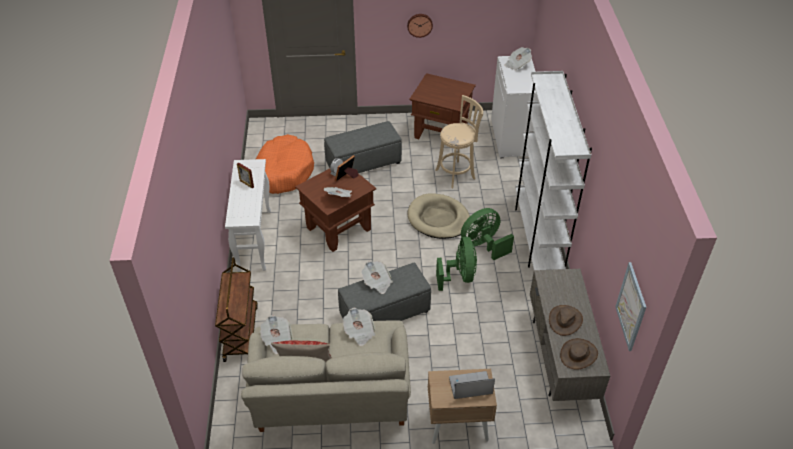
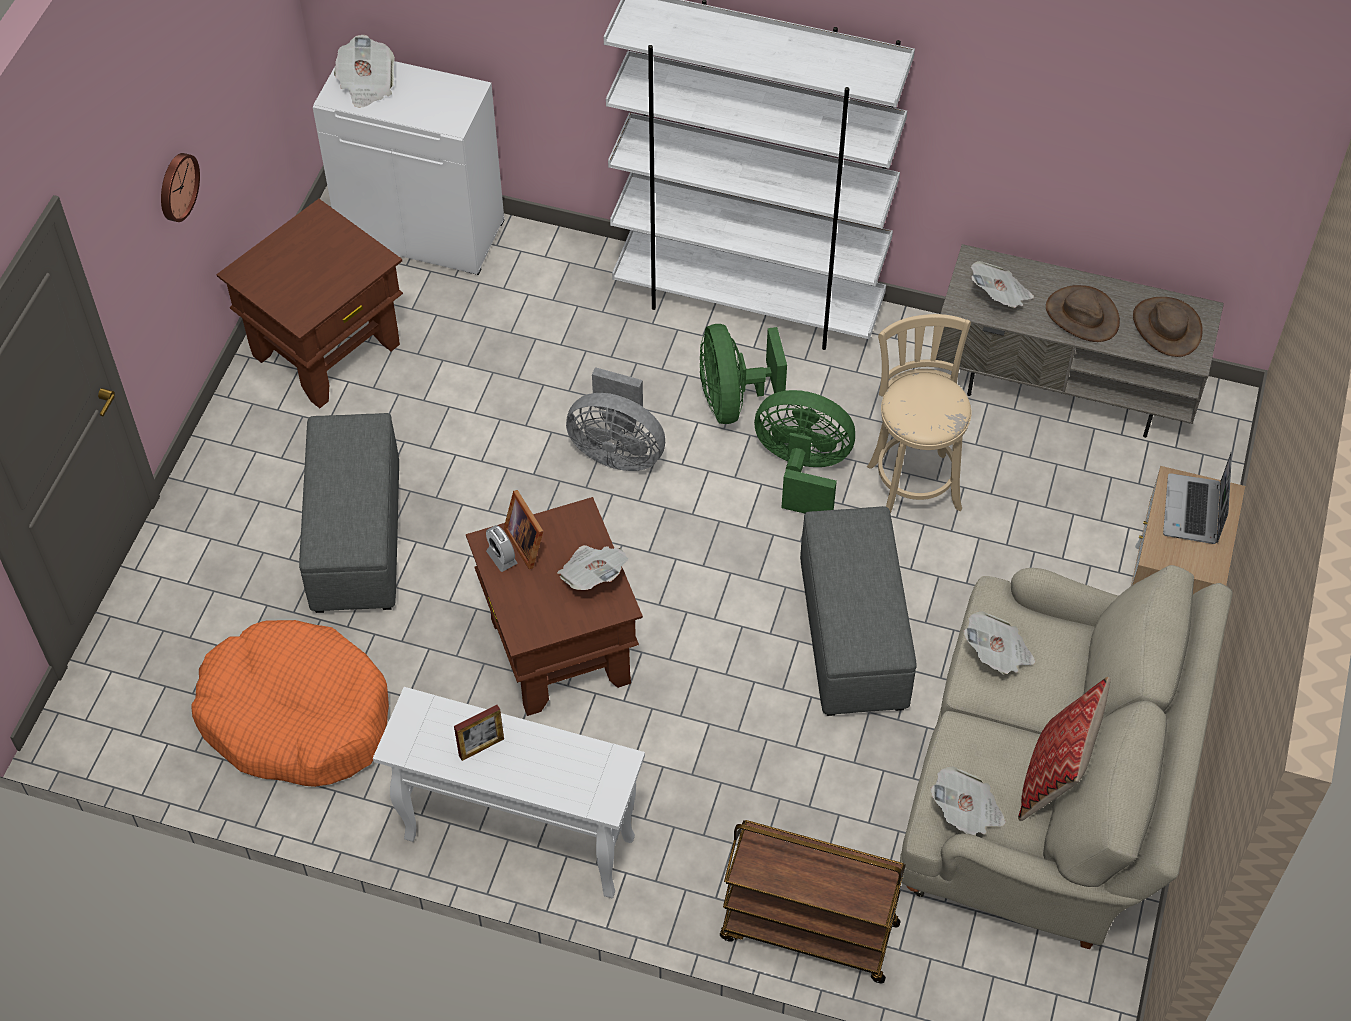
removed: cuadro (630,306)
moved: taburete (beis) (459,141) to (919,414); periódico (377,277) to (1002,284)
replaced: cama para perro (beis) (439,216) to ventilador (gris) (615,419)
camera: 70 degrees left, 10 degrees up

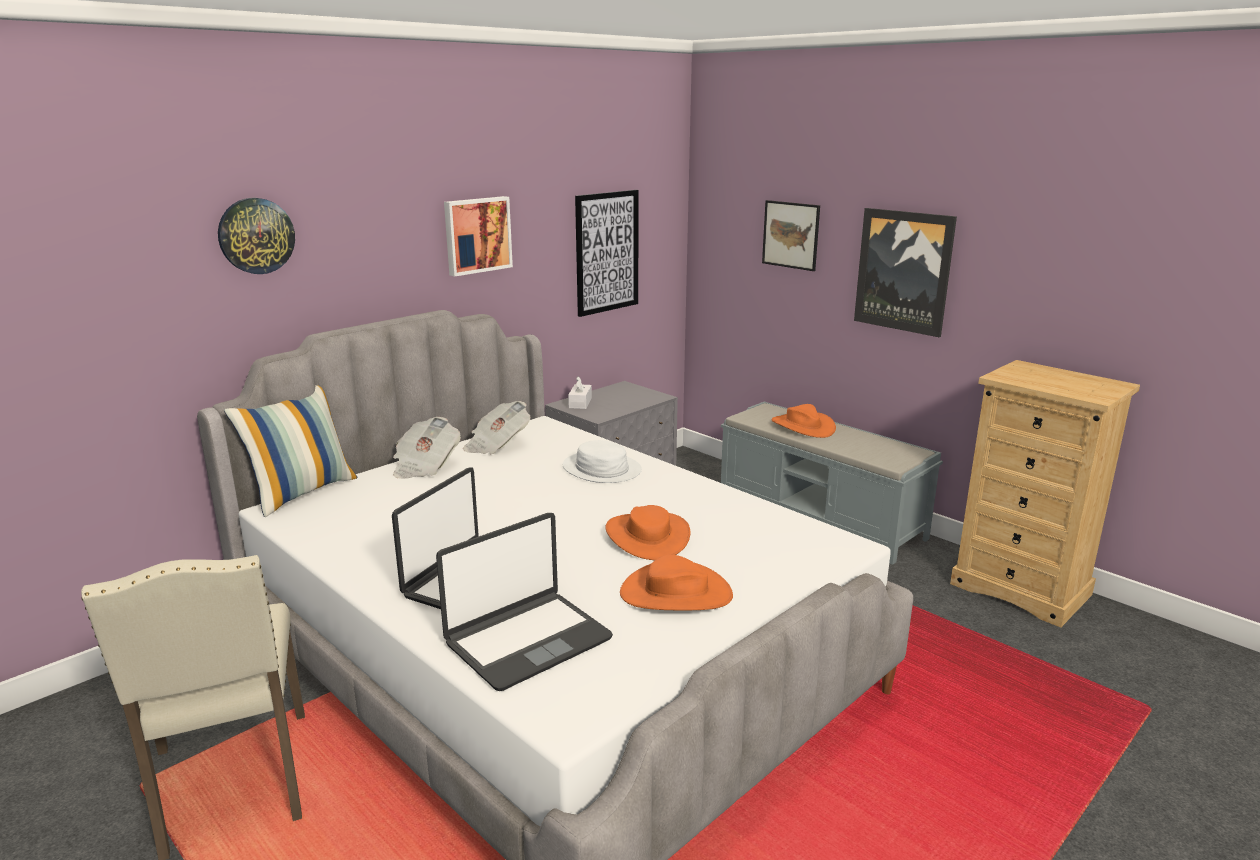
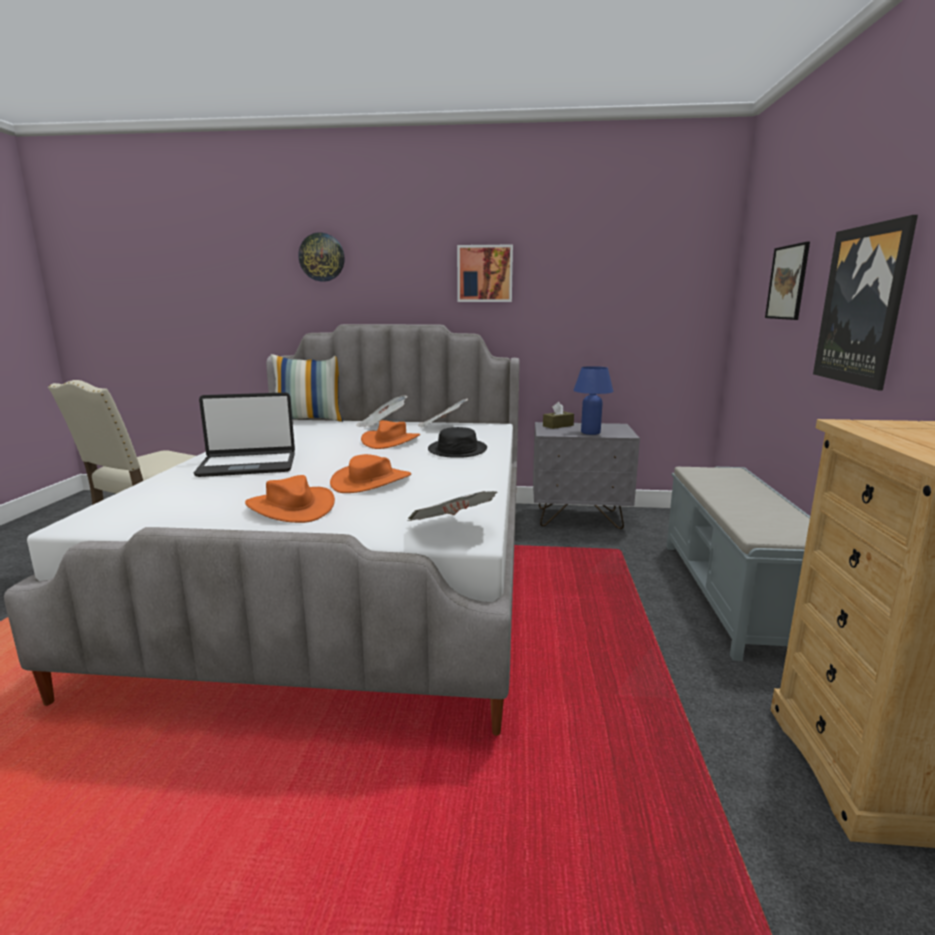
removed: portátil (524,602); cuadro (607,253)
added: periódico (452,506); lámpara de mesa (azul) (593,400)
moved: sombrero (naranja) (803,421) to (390,434)
recoloured: sombrero (blanco) (602,461) to sombrero (negro) (457,442); caja de pañuelos (blanco) (580,392) to caja de pañuelos (marrón) (558,415)
camera: 50 degrees right, 5 degrees down

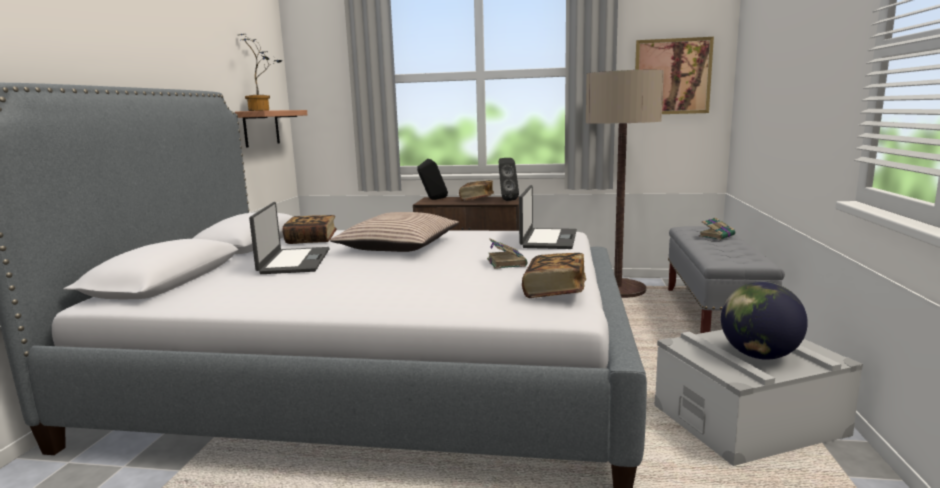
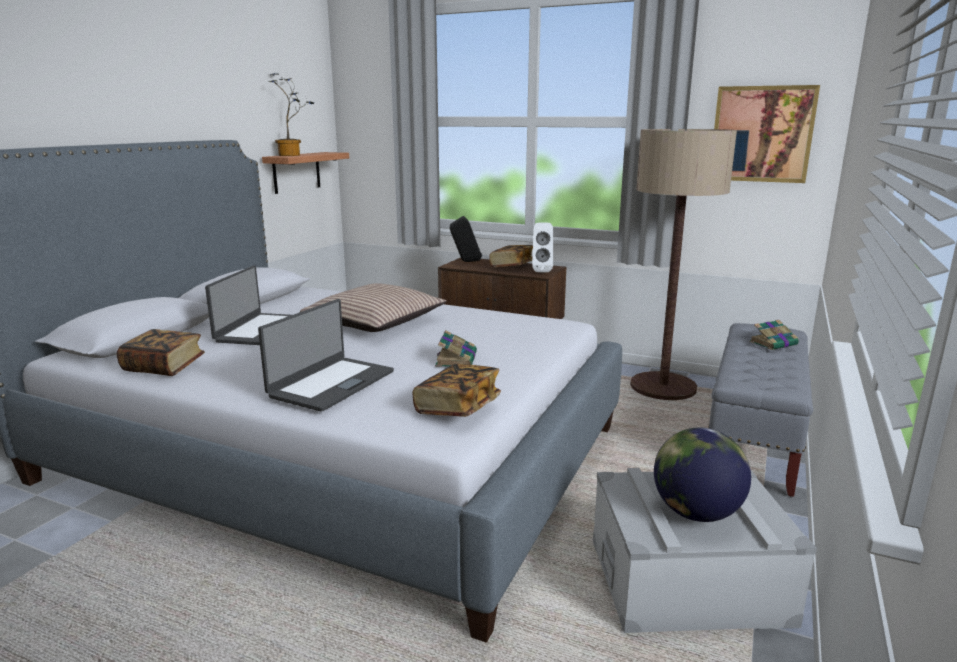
moved: libro (309,229) to (161,352); portátil (548,217) to (326,355)
recoloured: altavoz (negro) (509,179) to altavoz (blanco) (542,247)
camera: 15 degrees right, 5 degrees up

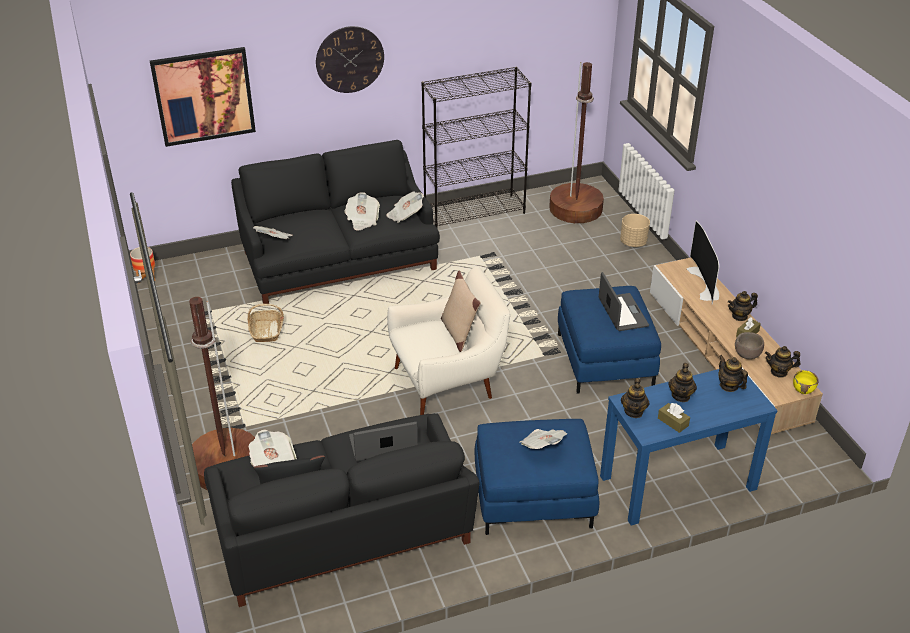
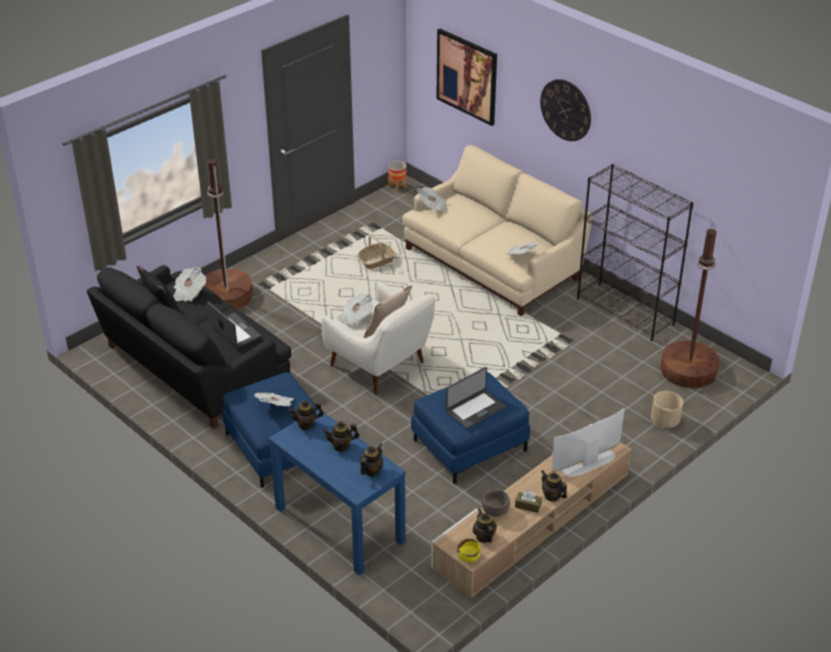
removed: caja de pañuelos (marrón) (674,418)
moved: periódico (362,211) to (355,310)
recoloured: sofá (negro) (335,222) to sofá (beis) (497,230)
camera: 65 degrees right, 0 degrees up

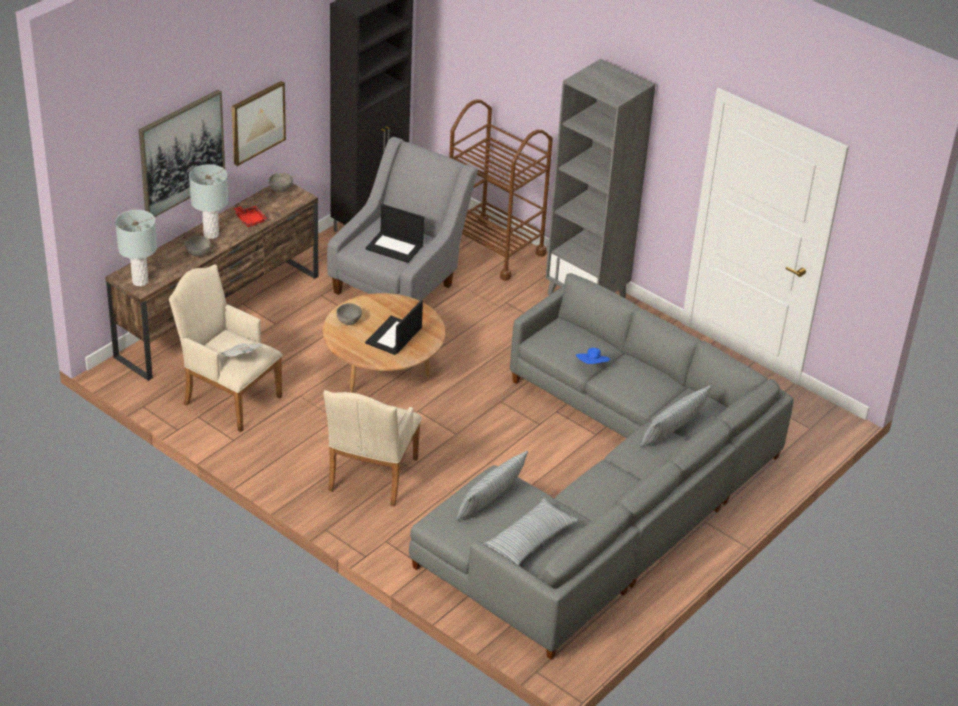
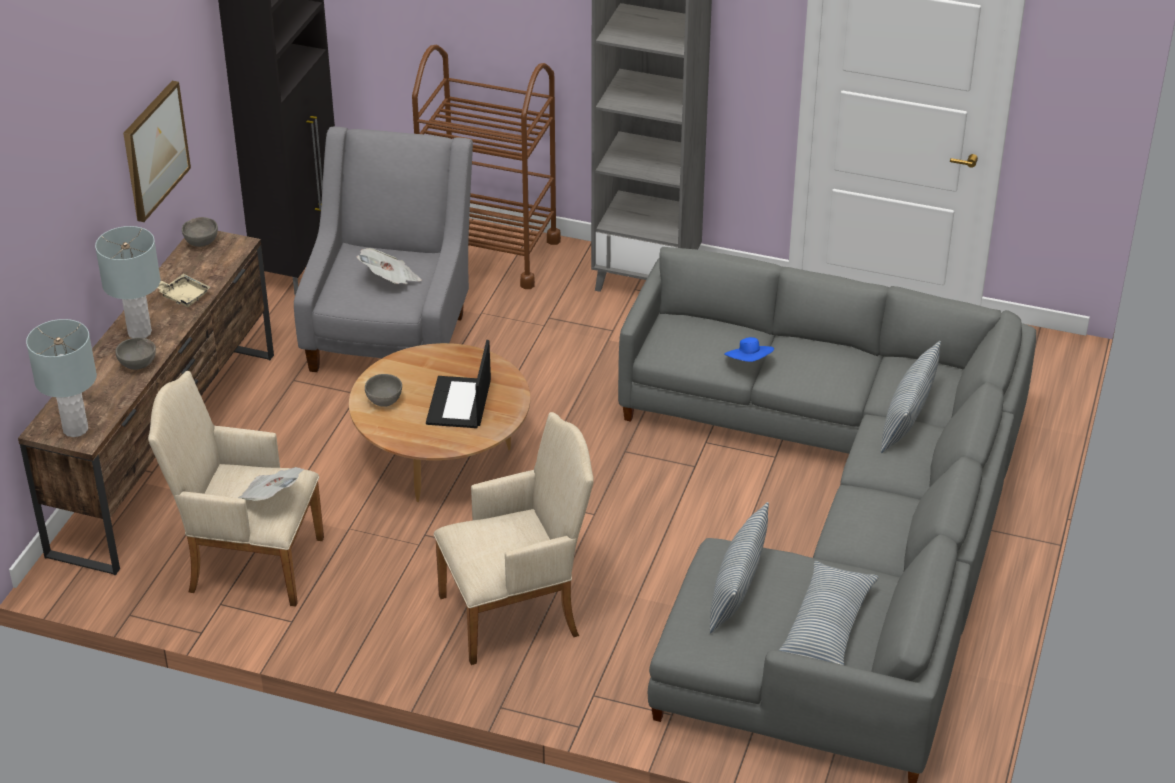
removed: cuadro (182,153)
replaced: portátil (394,233) to periódico (389,266)
recoloured: bandeja (rojo) (250,216) to bandeja (beis) (184,290)
turned: sillón (beis) (372,448) = (514,538) 105 degrees counterclockwise
camera: 20 degrees left, 0 degrees up

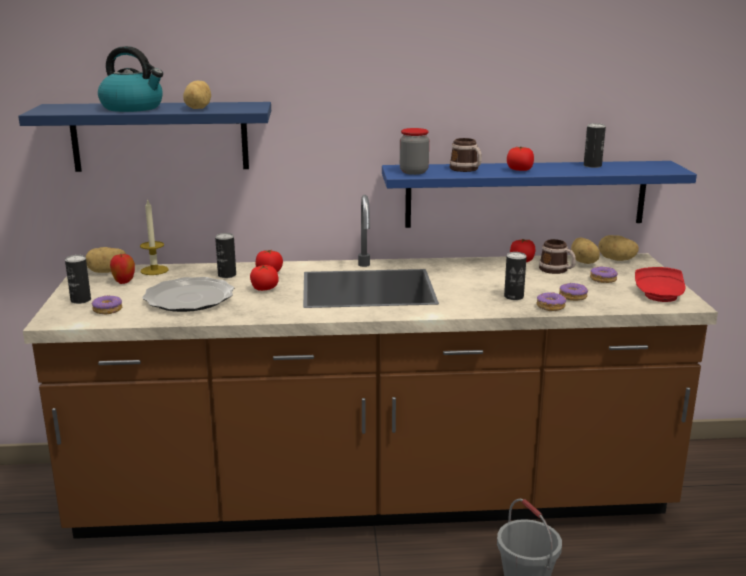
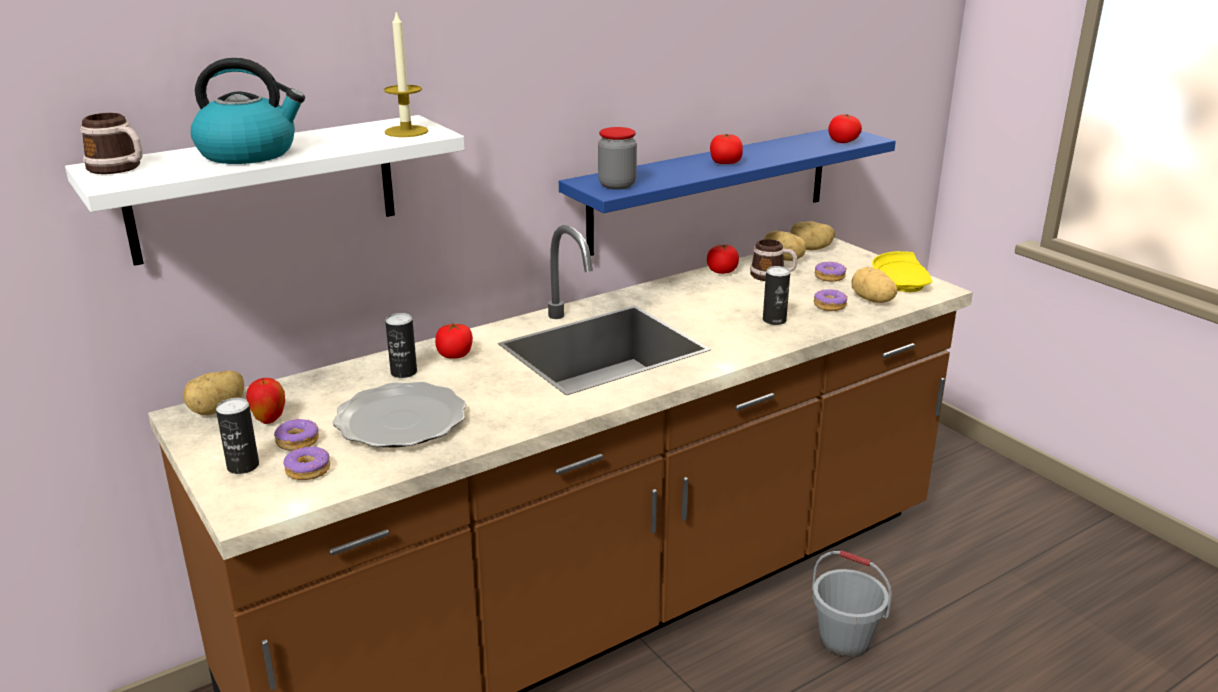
removed: lata (595,145)
moved: taza grande (465,155) to (111,143); rosquilla (551,301) to (296,435); vela (154,237) to (406,74); tomate (264,278) to (845,128); patata (197,95) to (874,285)
recoloured: estante (azul) (144,137) to estante (blanco) (265,190); plato (rojo) (660,284) to plato (amarillo) (902,271)
camera: 30 degrees left, 5 degrees up

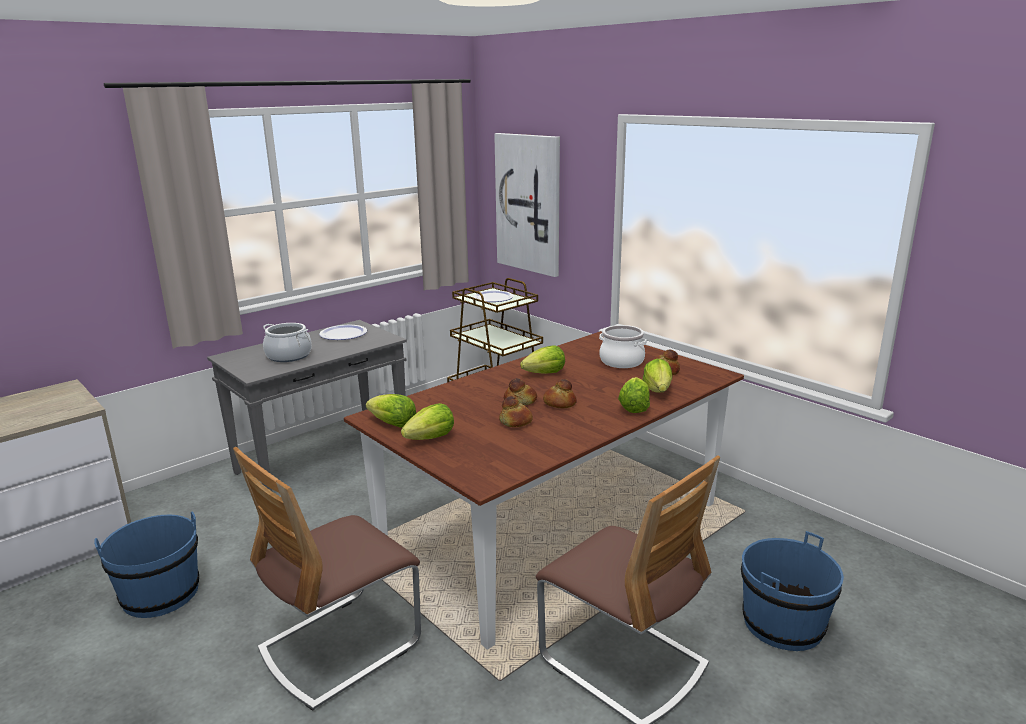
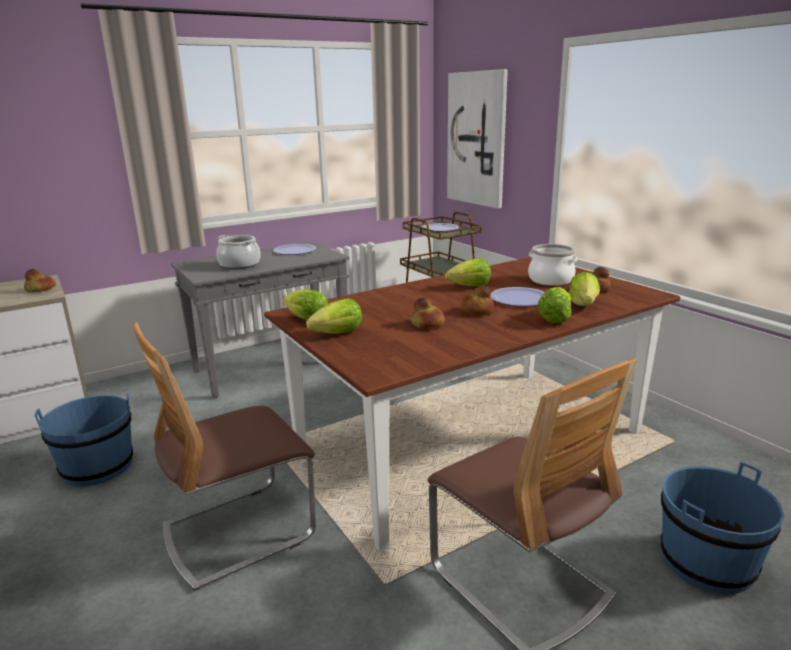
added: plato (517,296)
moved: pan (520,391) to (40,280)
camera: 10 degrees right, 0 degrees up

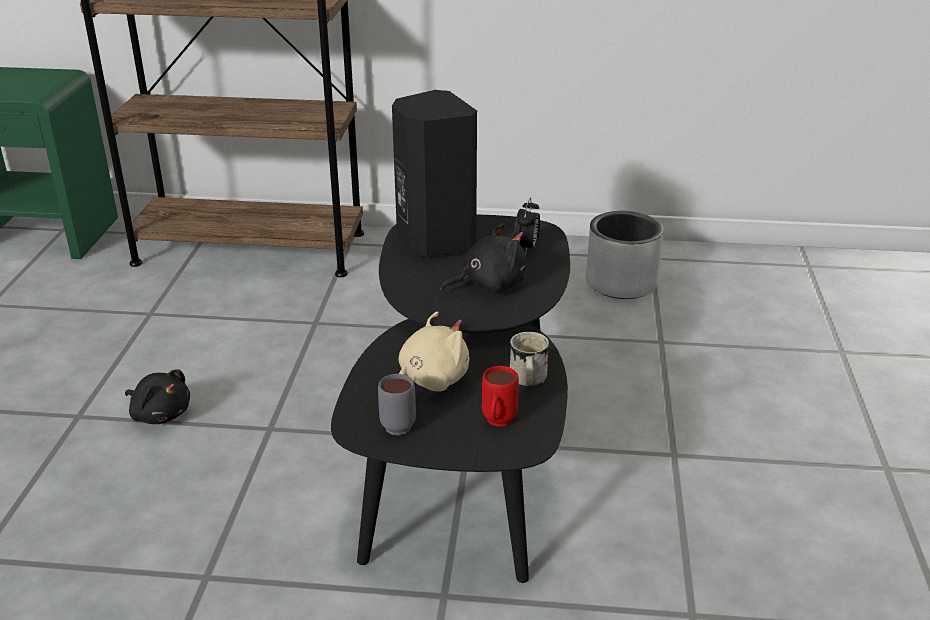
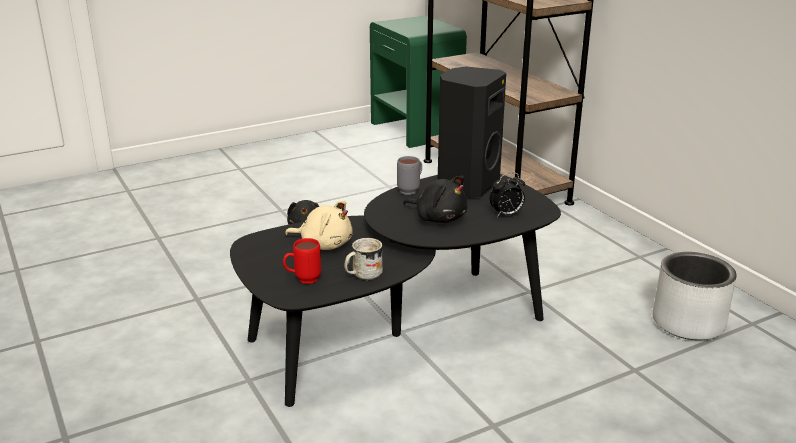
moved: taza grande (gris) (397,405) to (409,175)
camera: 55 degrees right, 5 degrees down

